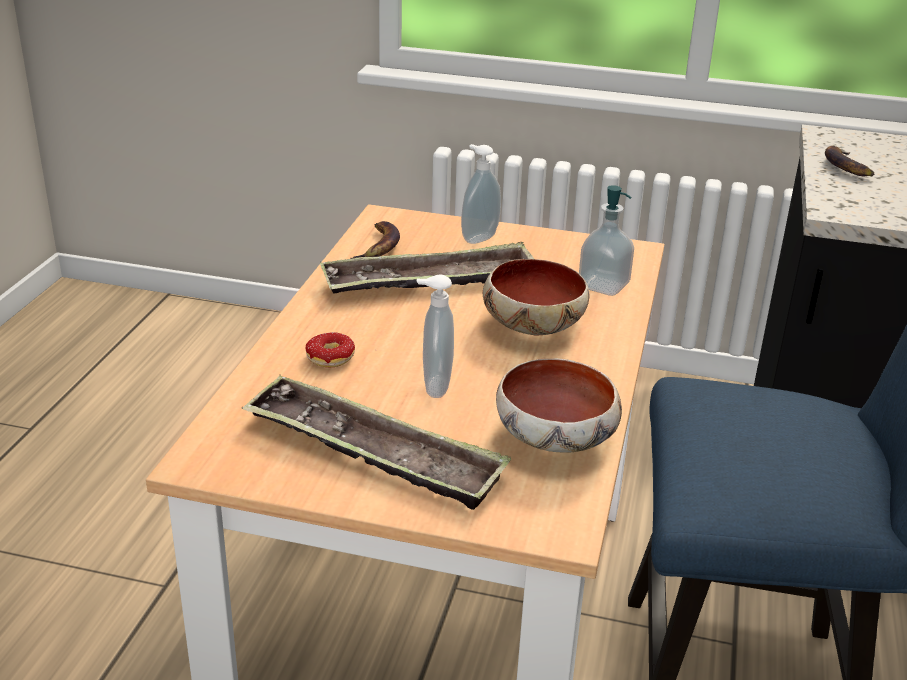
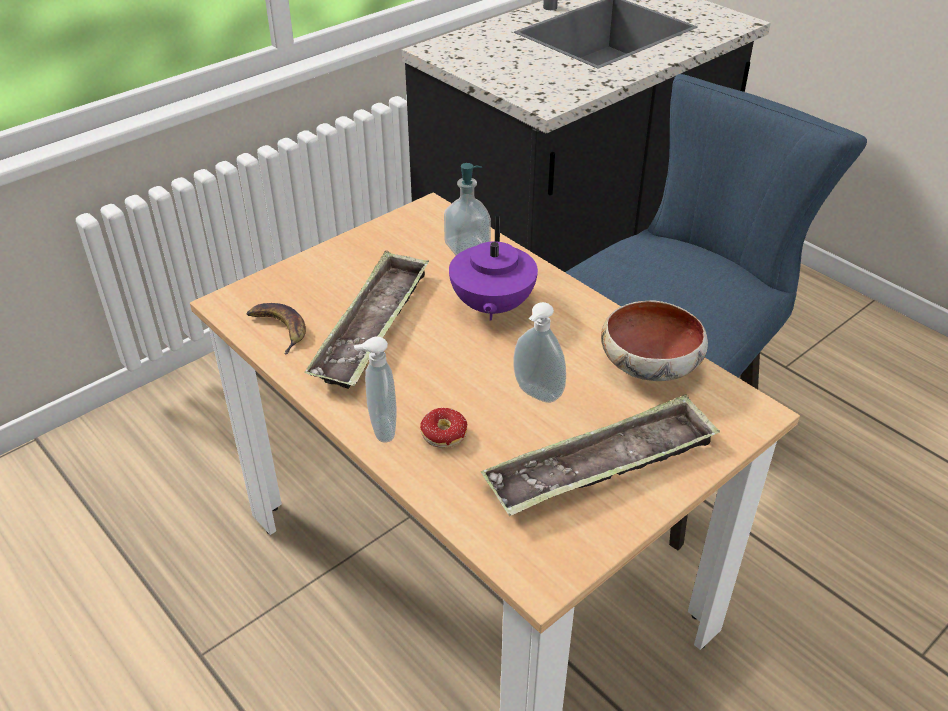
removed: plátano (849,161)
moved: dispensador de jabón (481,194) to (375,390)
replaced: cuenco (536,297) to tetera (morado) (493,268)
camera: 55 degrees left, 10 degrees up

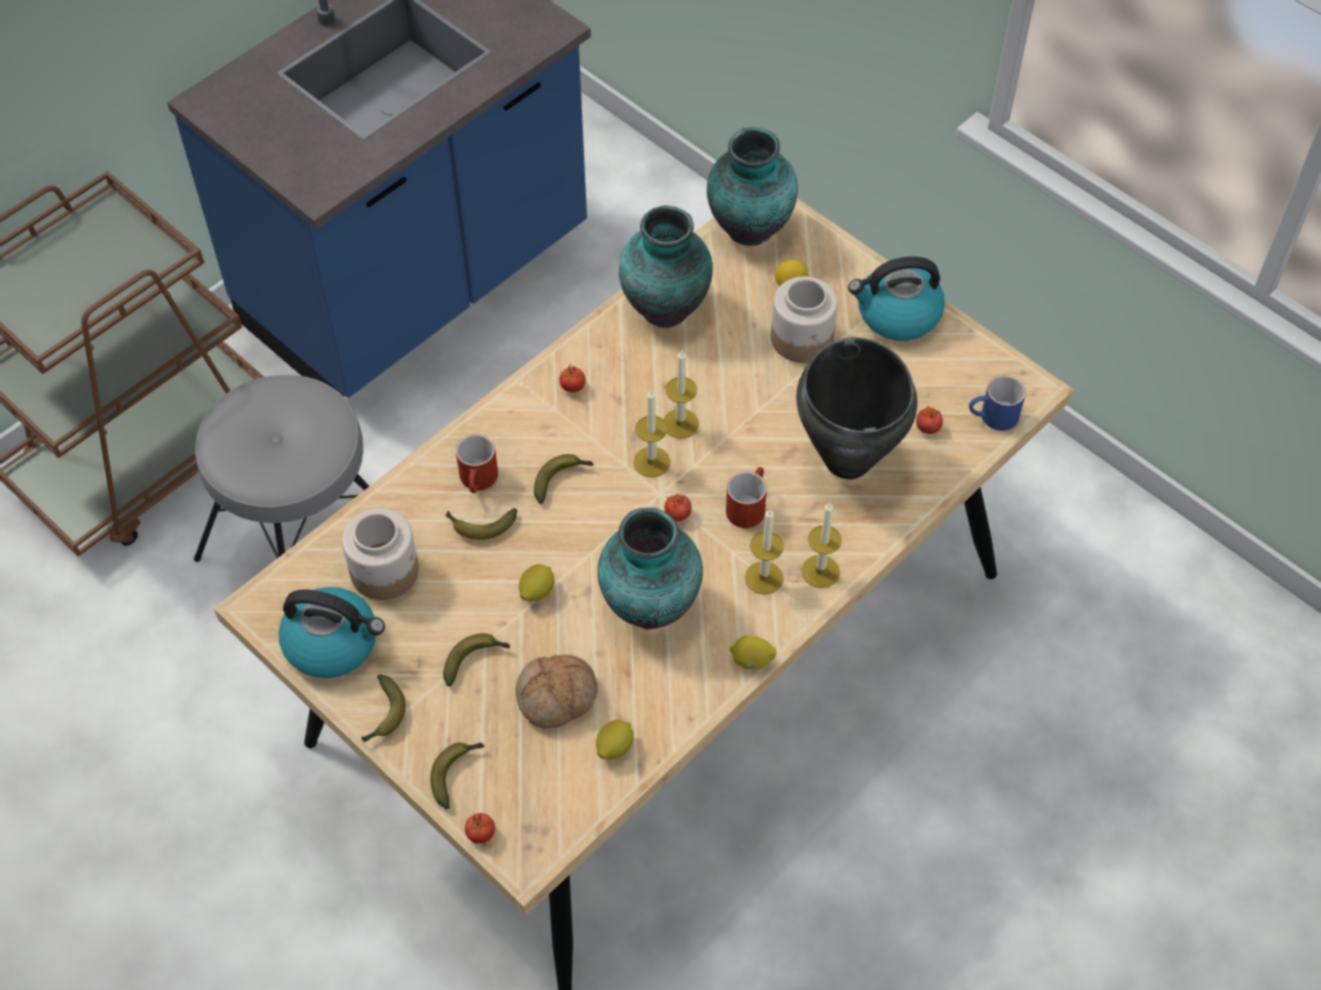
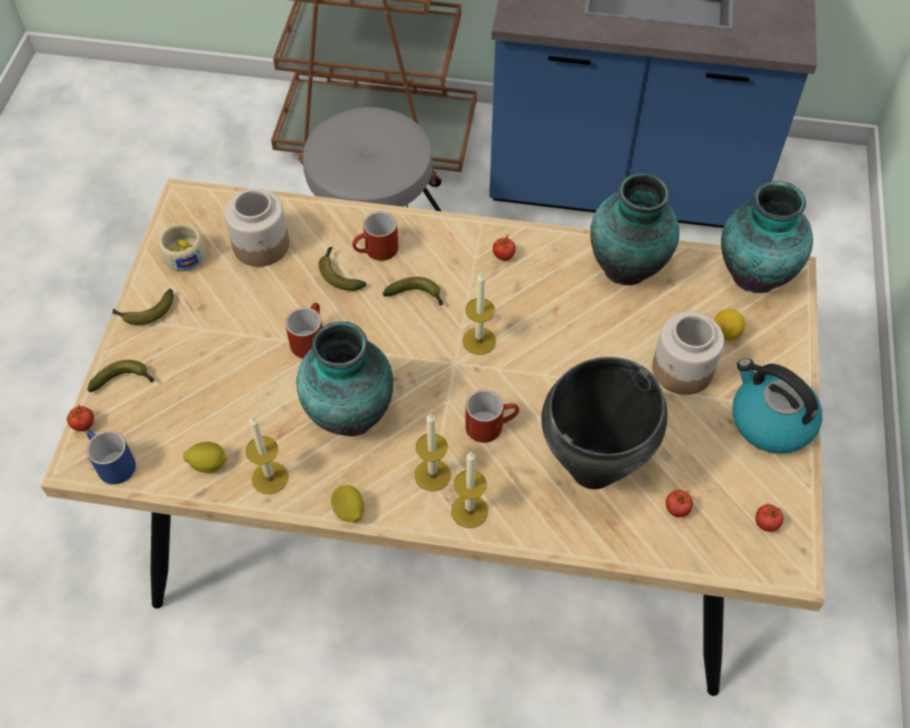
removed: plátano (477,660); pan (557,691)
moved: taza grande (azul) (997,403) to (111,457); vela (681,394) to (267,455); tomate (678,507) to (769,517)
replaced: hervidor (332,632) to taza (beis) (182,246); limón (536,582) to taza grande (rojo) (303,330)
camera: 55 degrees right, 0 degrees up

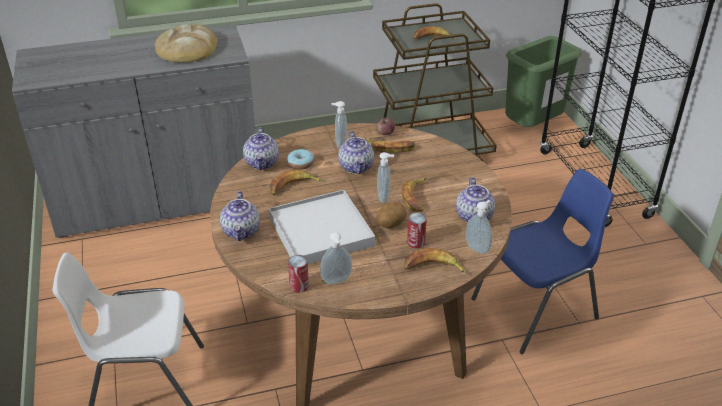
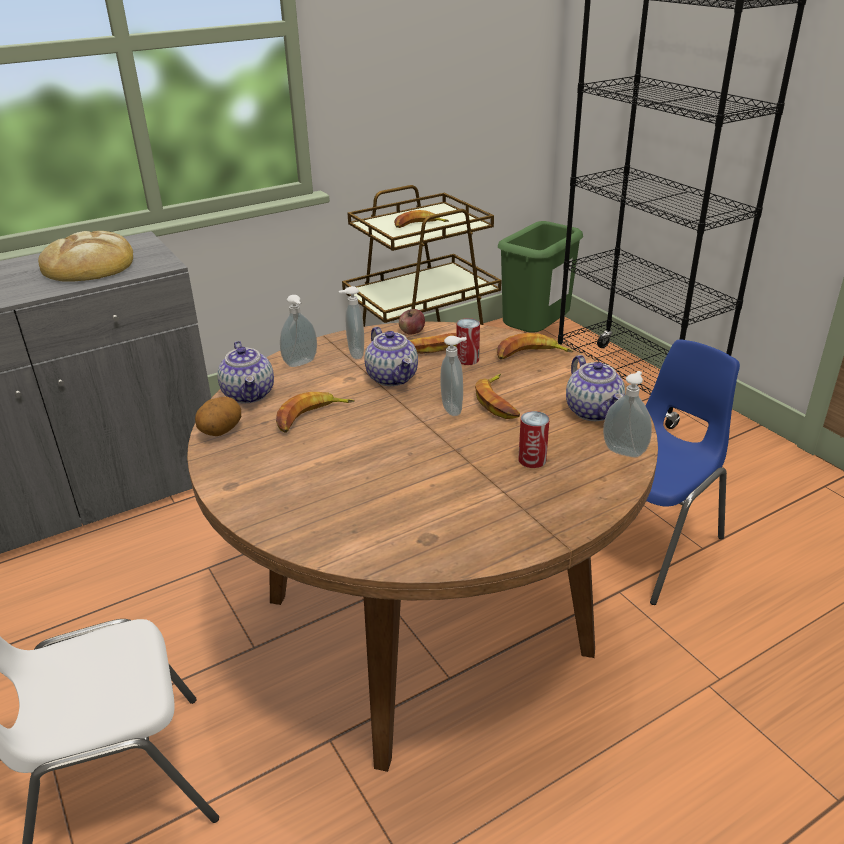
removed: tetera (240,216); bandeja (blanco) (322,227); rosquilla (300,159)
moved: patata (391,216) to (218,416); dispensador de jabón (336,258) to (298,331); lata (298,274) to (468,341); plátano (435,261) to (535,346)
camera: 15 degrees left, 5 degrees down

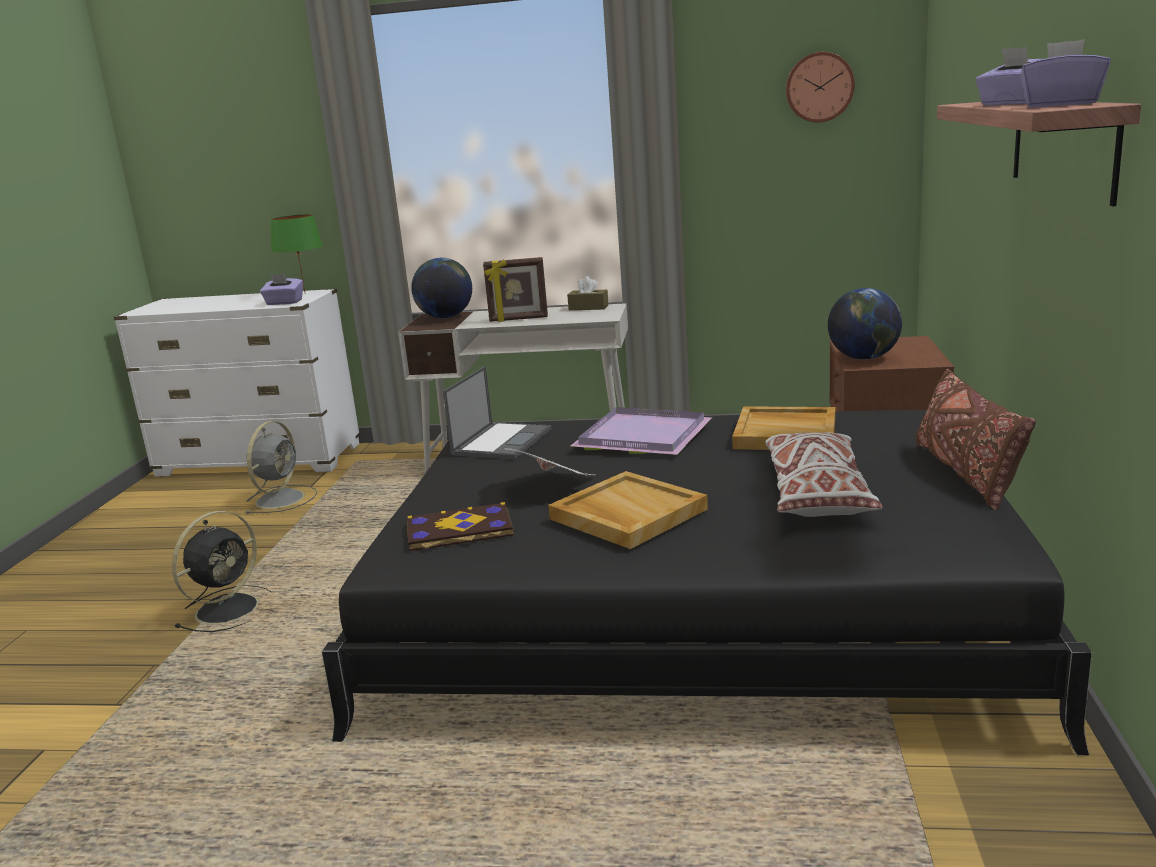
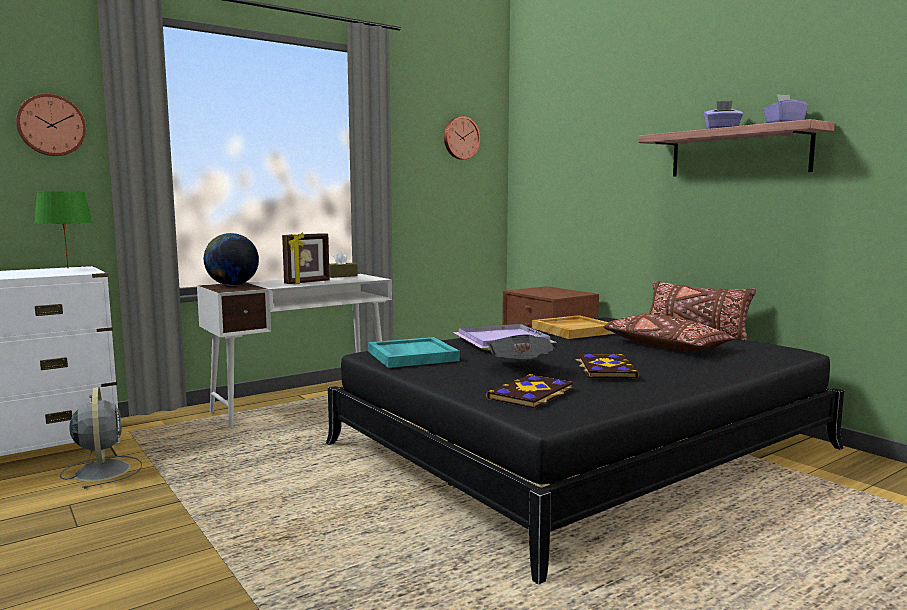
removed: ventilador (negro) (221,571); caja de pañuelos (morado) (281,289); globo terráqueo (865,324)
added: reloj de pared (51,125)
replaced: portátil (497,412) to bandeja (turquesa) (414,352); bandeja (beis) (628,510) to libro (607,366)
recoloured: cojín (blanco) (823,474) to cojín (marrón) (669,333)
camera: 45 degrees left, 10 degrees down

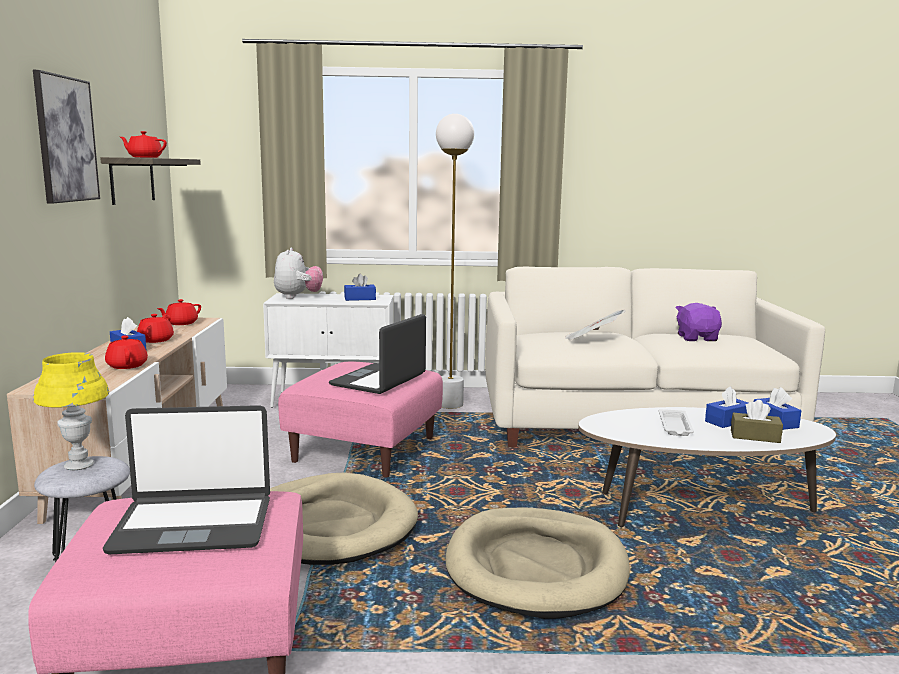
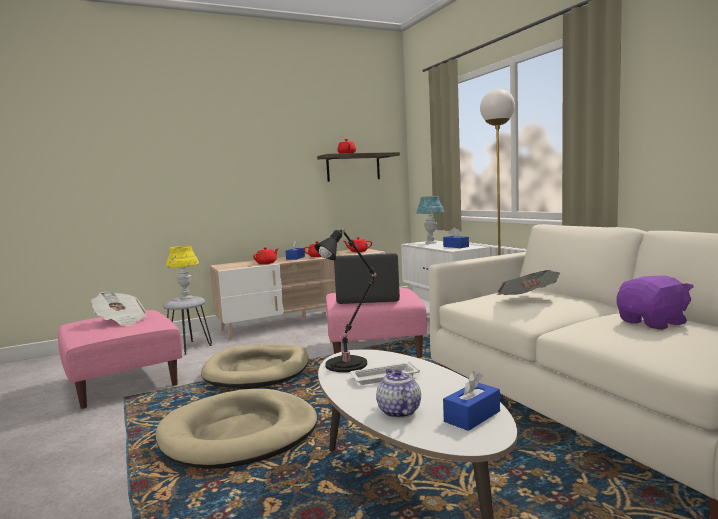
removed: cuadro (66,137); caja de pañuelos (azul) (726,407)
added: lámpara de mesa (negro) (345,300)
replaced: portátil (186,479) to periódico (119,309); caja de pañuelos (marrón) (757,421) to tetera (398,393); peluche (298,273) to lámpara de mesa (azul) (430,220)
camera: 65 degrees right, 5 degrees down

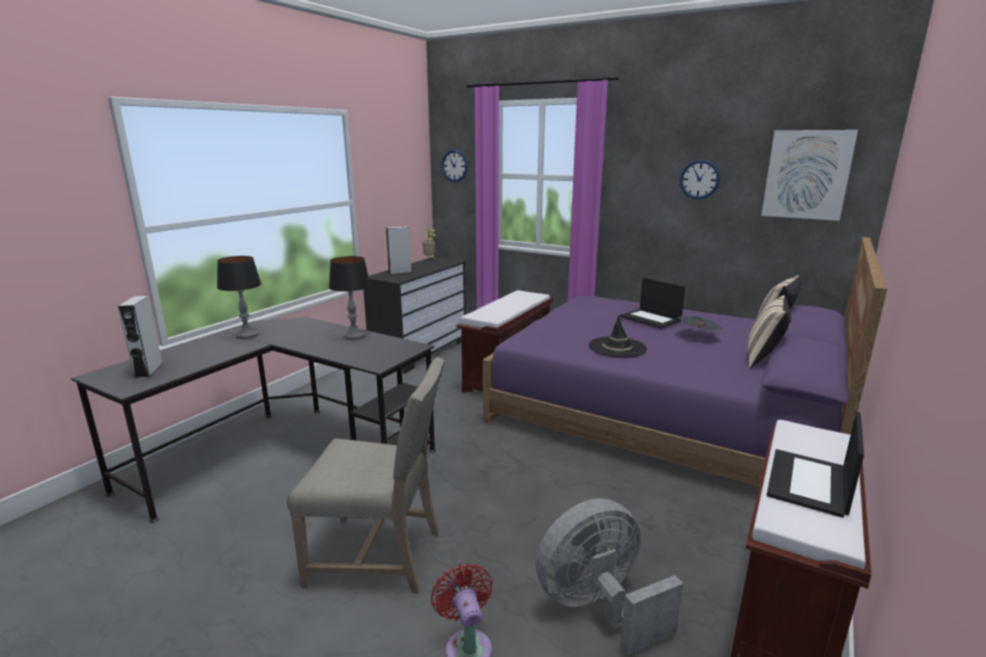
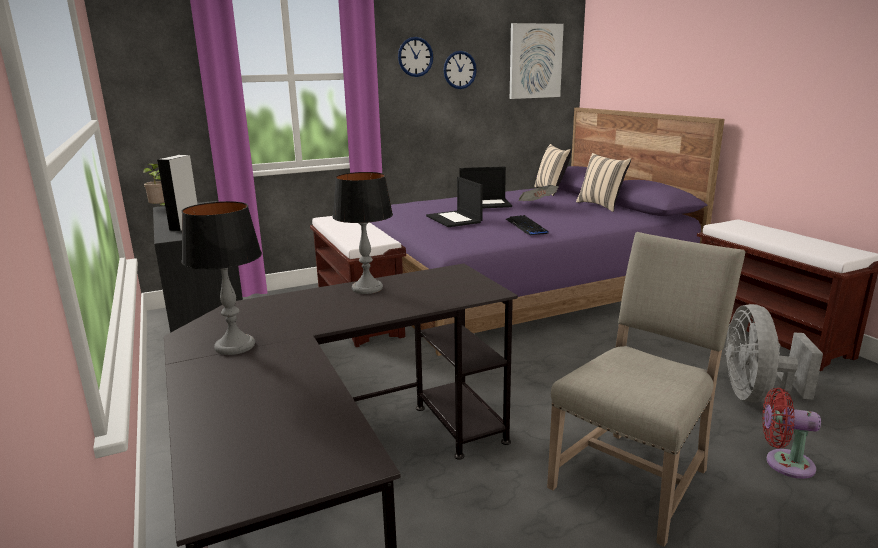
removed: altavoz (gris) (140,337)
moved: reloj de pared (454,166) to (415,57); portátil (815,464) to (454,202)
replaced: sombrero (negro) (618,336) to teclado (527,225)
camera: 55 degrees left, 0 degrees up

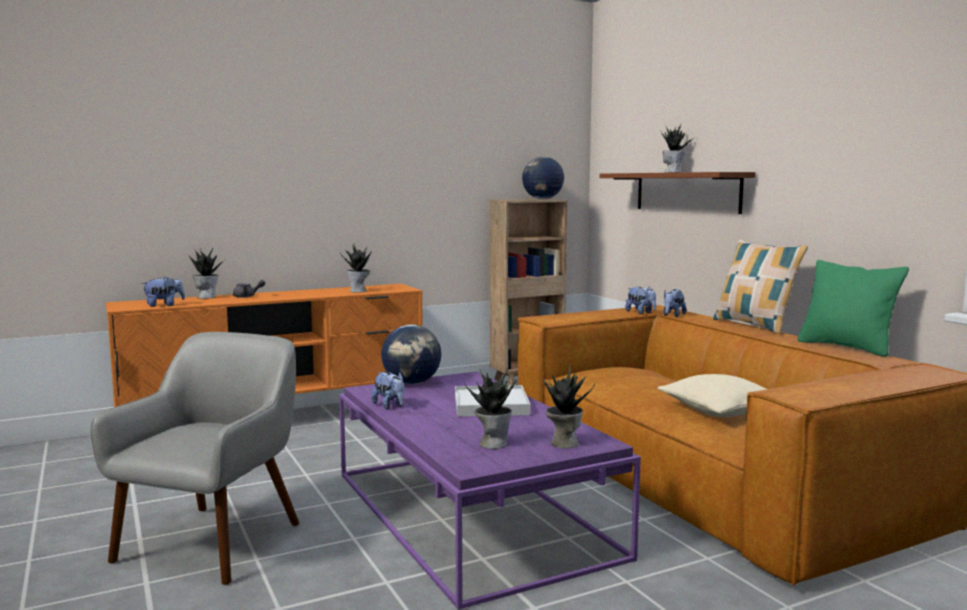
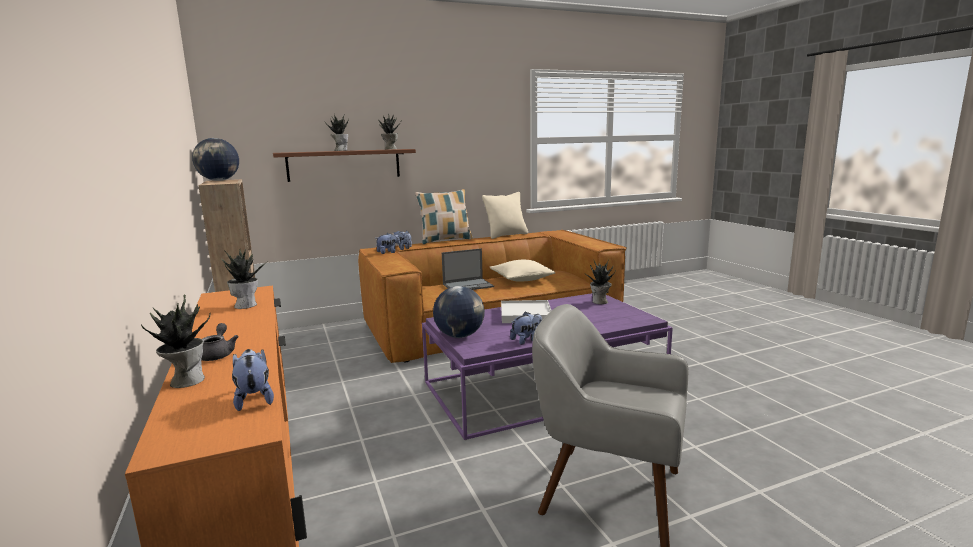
added: portátil (468,269)
moved: planta en maceta (490,408) to (389,131)
recoloured: cojín (verde) (853,308) to cojín (beis) (505,215)
camera: 85 degrees left, 5 degrees up

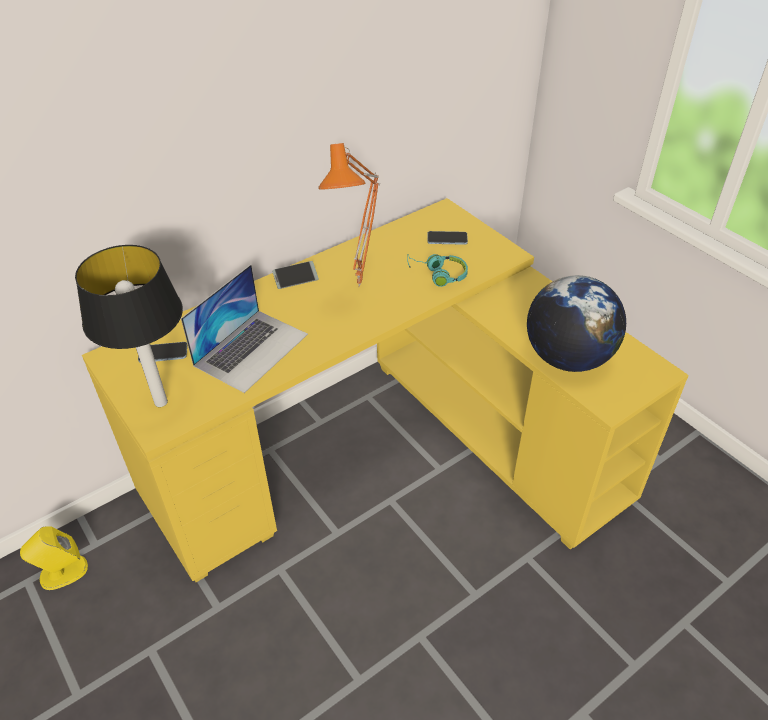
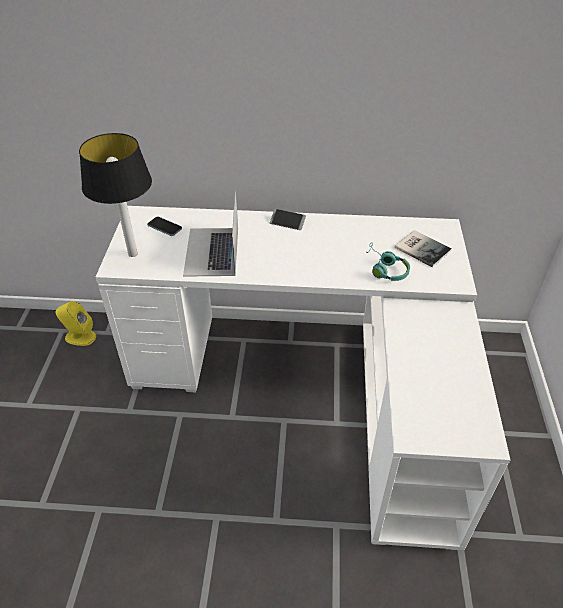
removed: lámpara de mesa (naranja) (349,215); globo terráqueo (576,323)
replaced: móvil (448,238) to libro (423,249)
recoloured: escritorio (amarillo) (385,390) to escritorio (blanco) (303,378)
turned: portátil (244,328) = (210,233) 105 degrees clockwise
camera: 40 degrees right, 0 degrees up

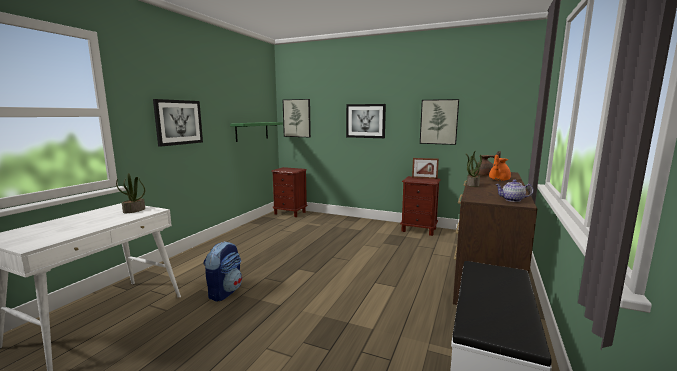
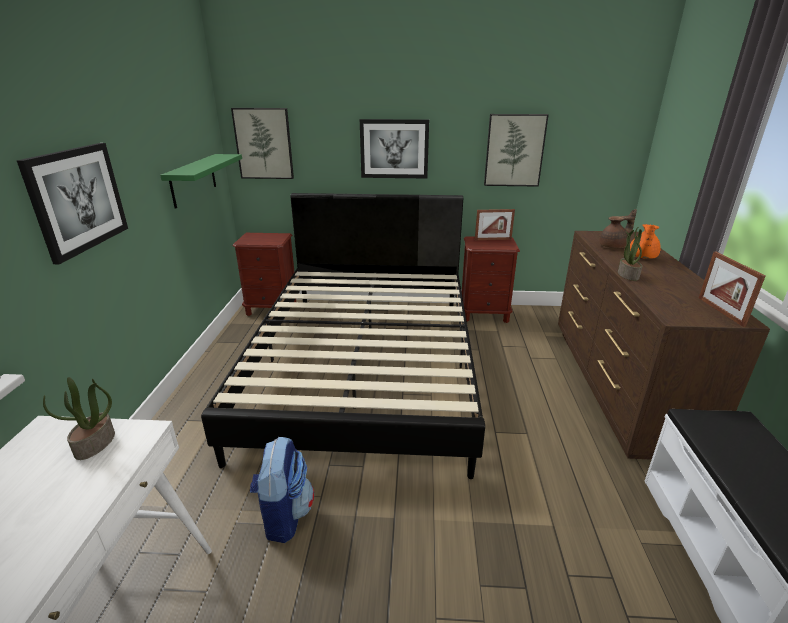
added: cama (negro) (343,336)
replaced: tetera (514,191) to portarretratos (732,289)
camera: 20 degrees left, 15 degrees up

